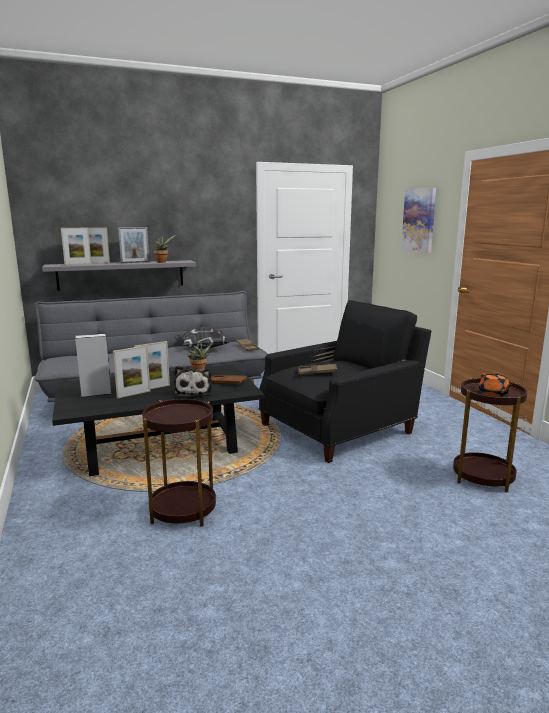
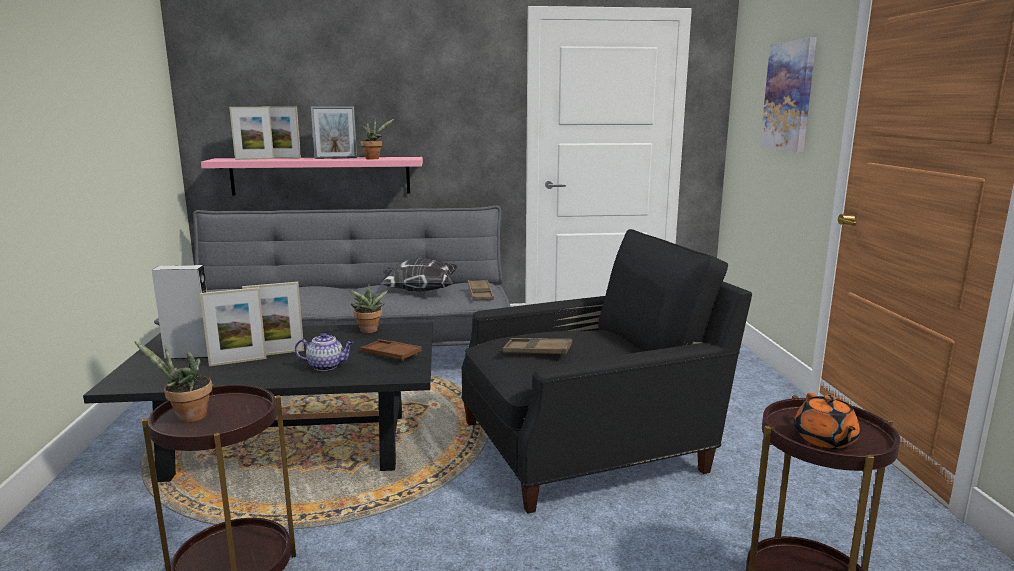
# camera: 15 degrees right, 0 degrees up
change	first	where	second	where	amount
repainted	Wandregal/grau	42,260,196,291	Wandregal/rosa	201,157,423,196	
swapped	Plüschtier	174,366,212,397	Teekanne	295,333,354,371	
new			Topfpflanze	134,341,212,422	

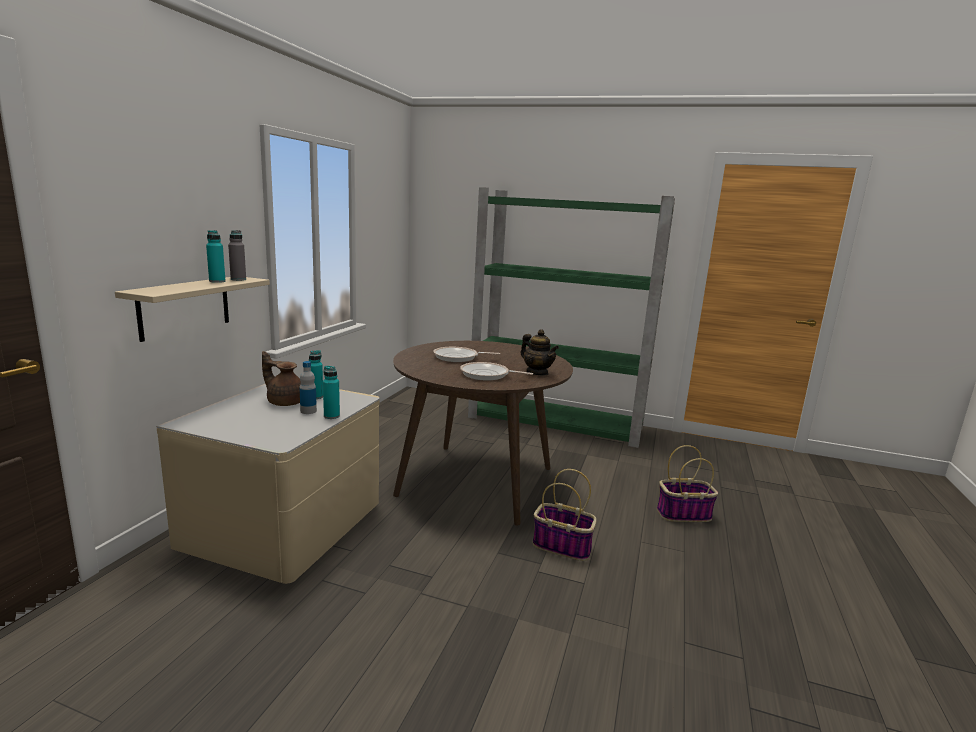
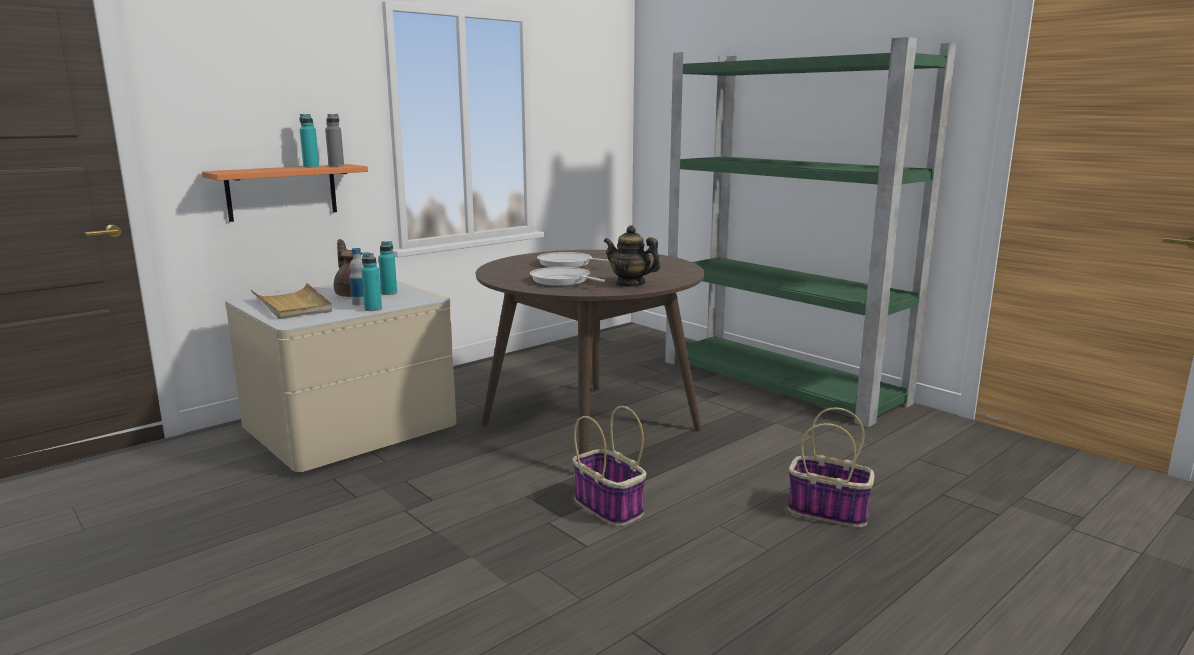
# camera: 30 degrees right, 0 degrees up
change	first	where	second	where	amount
repainted	Wandregal/beige	115,277,270,342	Wandregal/orange	202,164,368,222	
rotated	Teekanne	521,329,559,375		604,225,661,287	135 degrees clockwise
new			Tablett/beige	251,283,332,319	

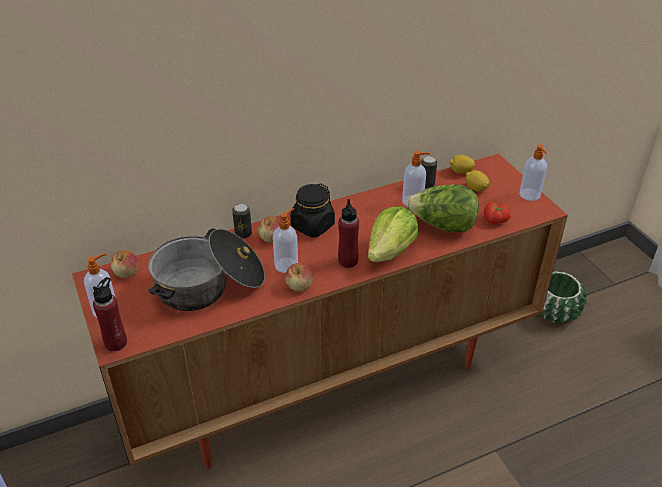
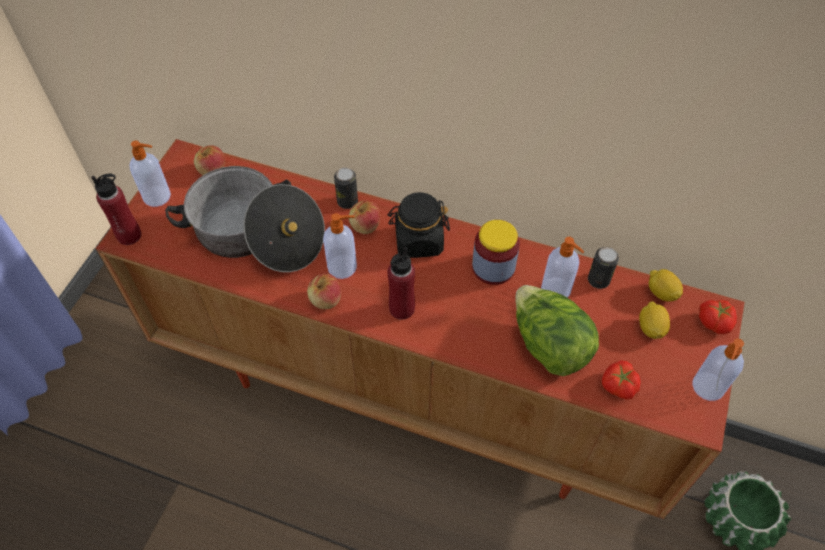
# camera: 45 degrees right, 15 degrees up
change	first	where	second	where	amount
gone	Salatkopf	368,207,419,262			
new			Vorratsglas	472,220,520,285	
new			Tomate	699,300,737,334	

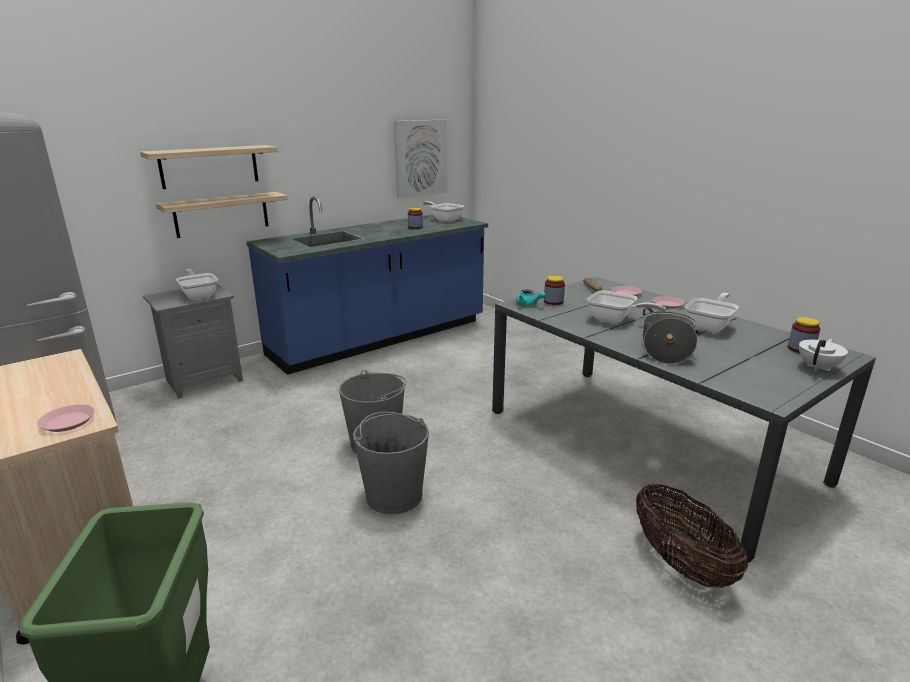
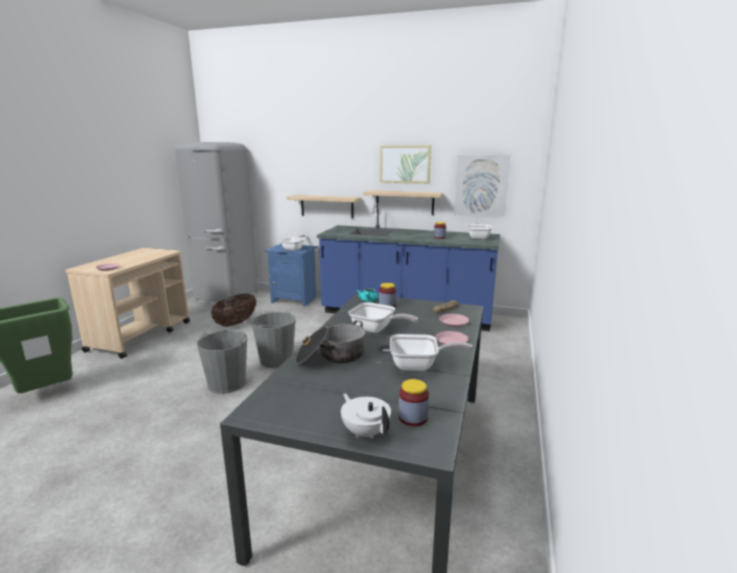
# camera: 55 degrees right, 5 degrees down
change	first	where	second	where	amount
shifted	Wandregal	140,145,278,189		363,190,443,215	
repainted	Nachttisch/grau	143,284,243,399	Nachttisch/blau	265,244,318,307	
rotated	Pfanne	587,290,666,323		348,302,418,333	60 degrees counterclockwise
rotated	Teekanne/weiß	799,338,848,371		341,393,391,439	135 degrees counterclockwise
shifted	Korb	636,484,748,589		211,294,256,327	
new			Bild	380,145,431,184	

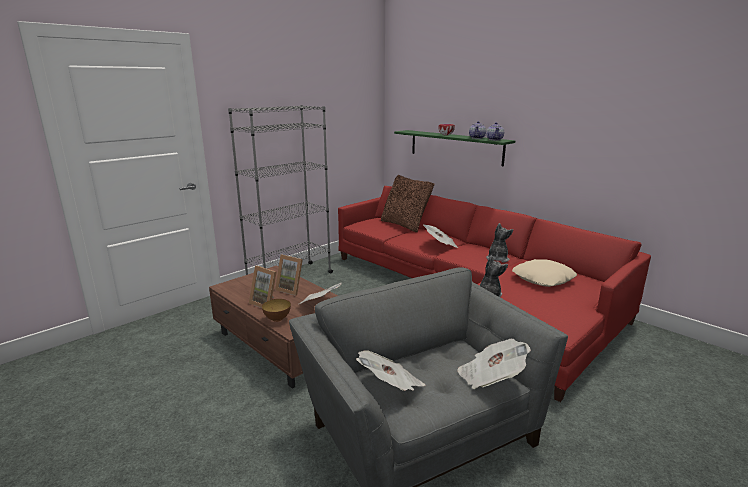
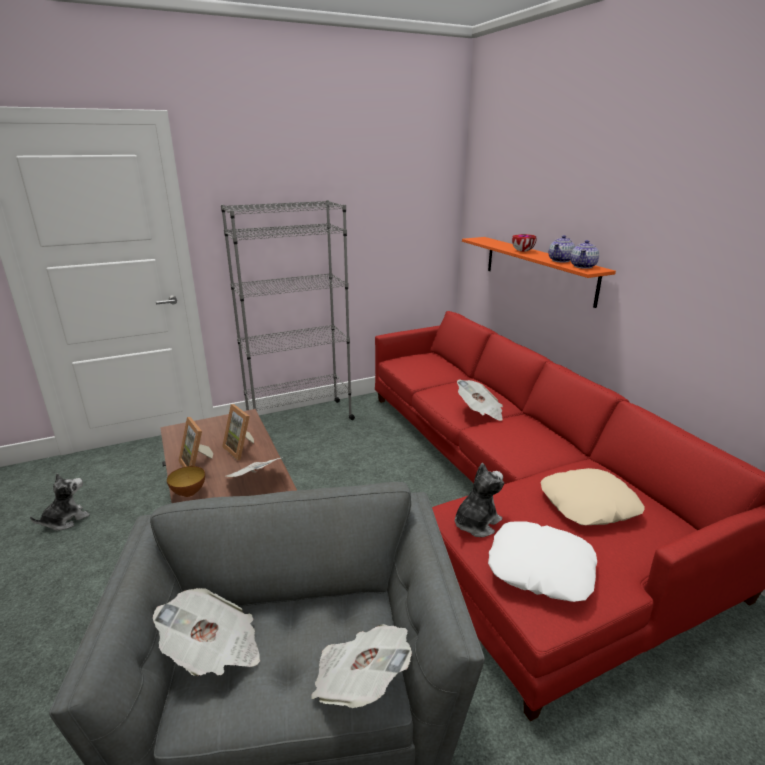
# camera: 20 degrees right, 5 degrees up
change	first	where	second	where	amount
repainted	Wandregal/grün	394,130,515,167	Wandregal/orange	462,237,616,308	
gone	Kissen/braun	381,175,435,232			
shifted	Plüschtier	486,223,513,263		30,473,90,531	
new			Kissen/weiß	488,521,597,602	

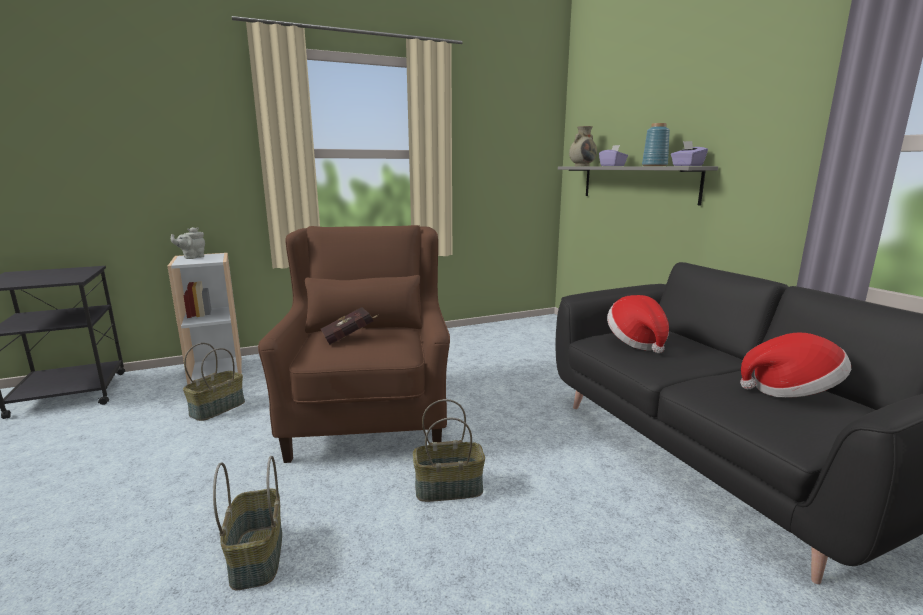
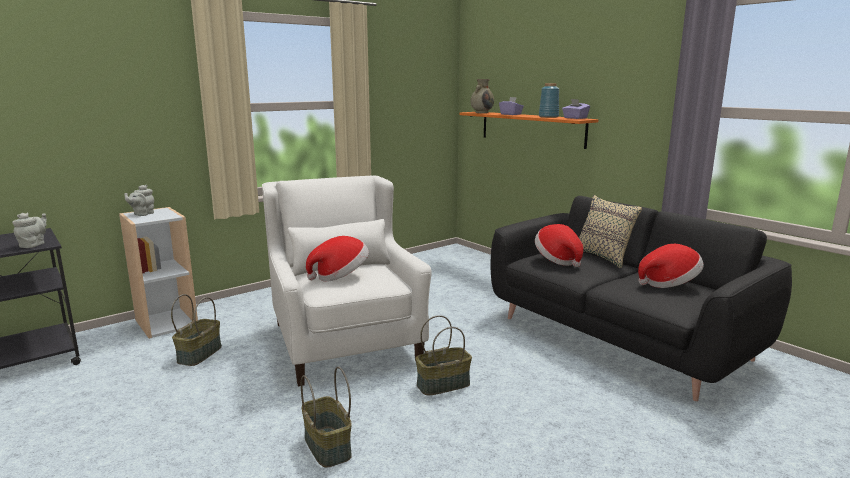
# camera: 15 degrees left, 0 degrees up
change	first	where	second	where	amount
repainted	Wandregal/grau	558,166,718,206	Wandregal/orange	460,112,598,149	
repainted	Sessel/braun	258,225,450,463	Sessel/weiß	262,176,432,386	
swapped	Buch/rot	321,307,378,345	Hut	306,236,369,282	
new			Kissen/beige	579,195,642,268	
new			Teekanne/grau	12,212,47,248	

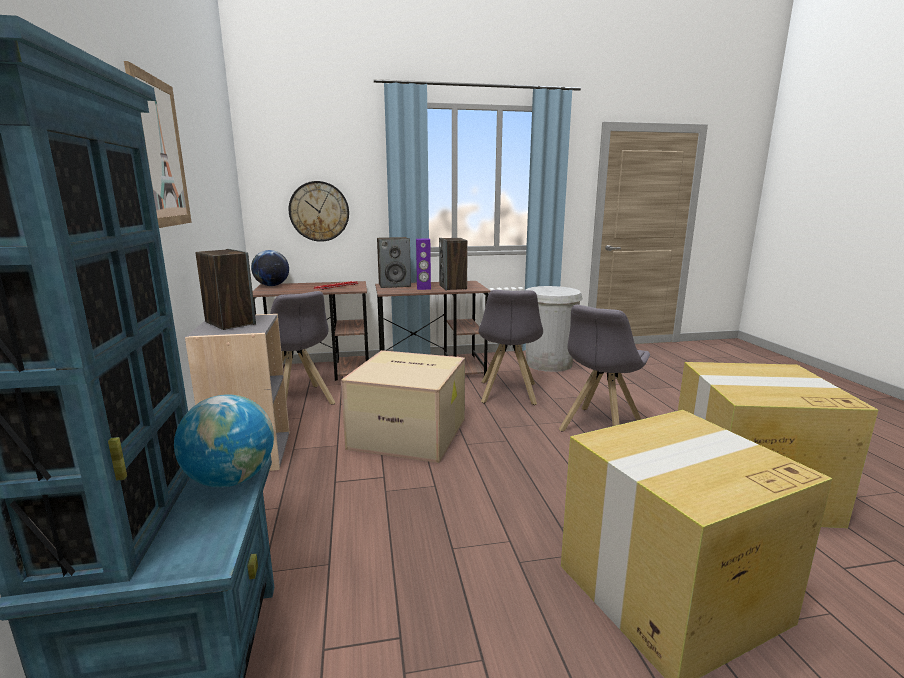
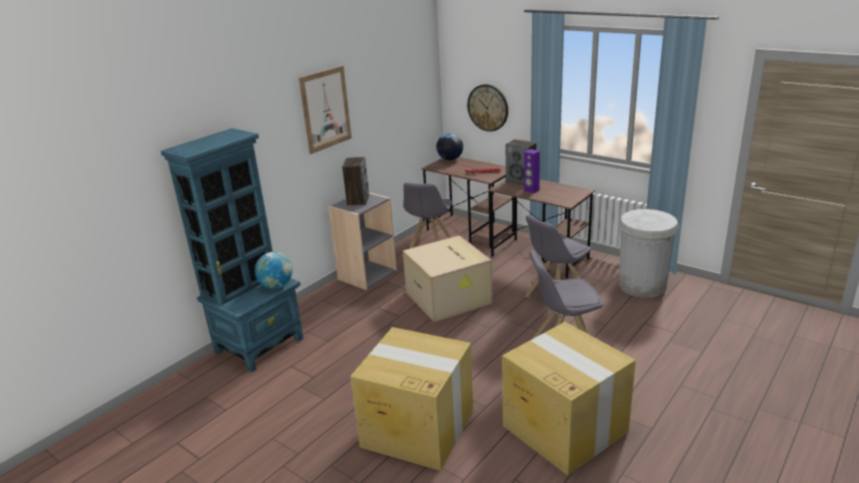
# camera: 50 degrees right, 10 degrees up
change	first	where	second	where	amount
gone	Lautsprecher	439,238,468,290			

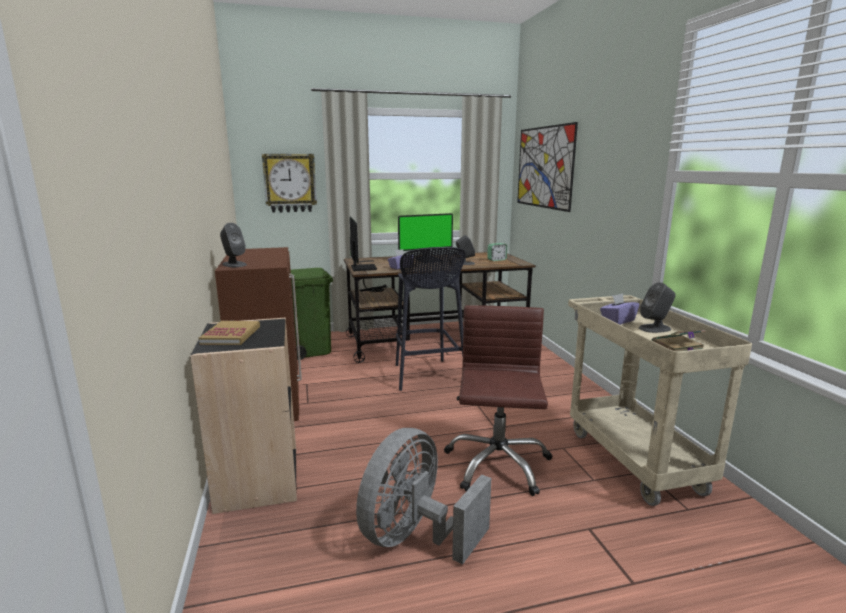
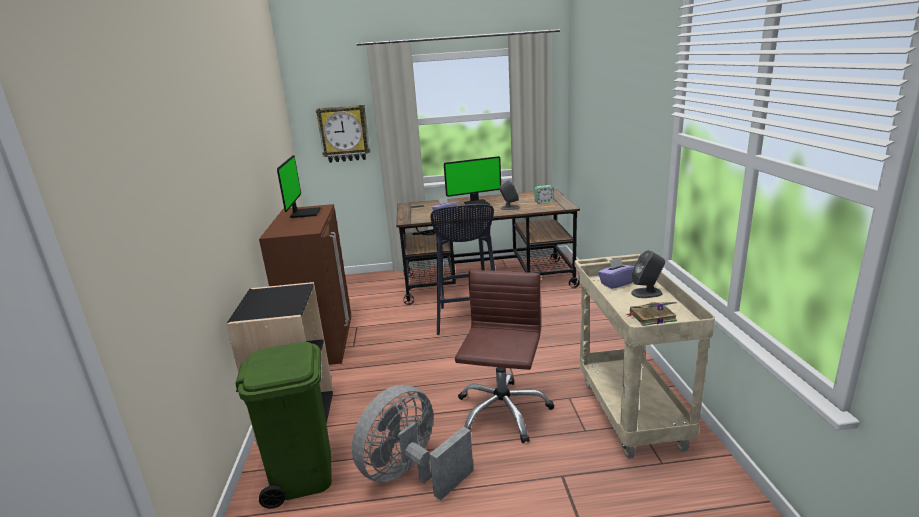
# camera: 10 degrees right, 5 degrees up
change	first	where	second	where	amount
gone	Bild	517,122,578,212			
shifted	Monitor	350,217,377,271		277,155,321,218	
gone	Lautsprecher/grau	220,223,247,267			
shifted	Mülleimer/grün	291,268,333,360		236,342,332,509	
gone	Buch	199,321,260,345			

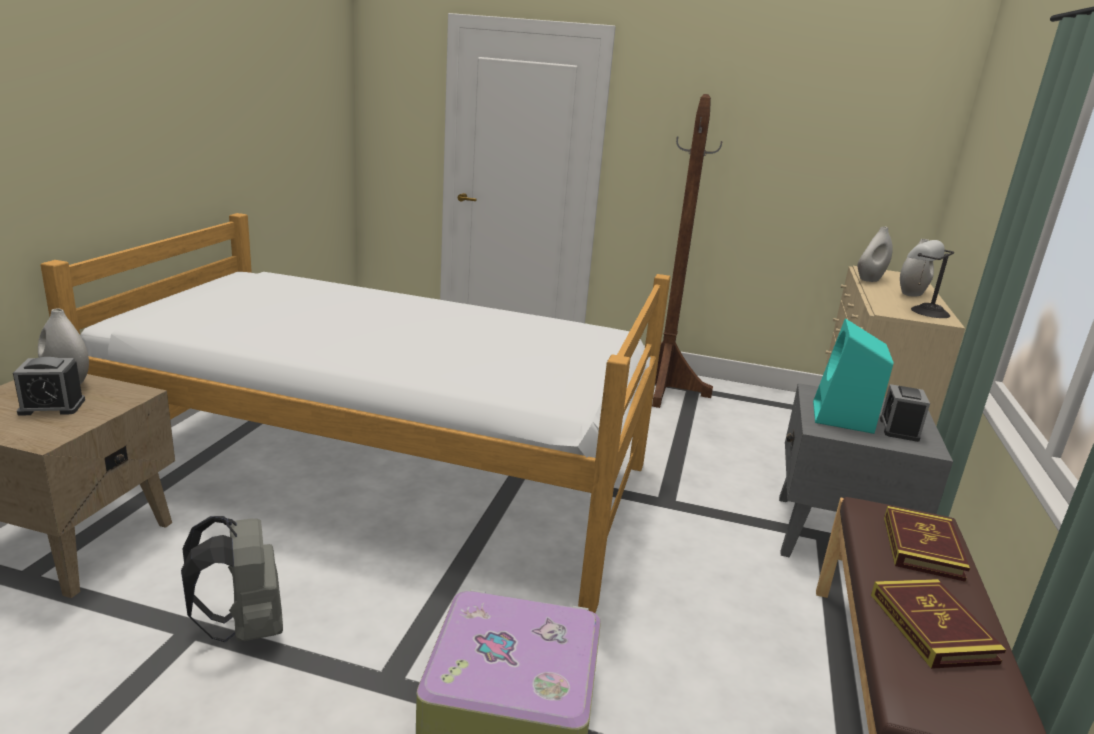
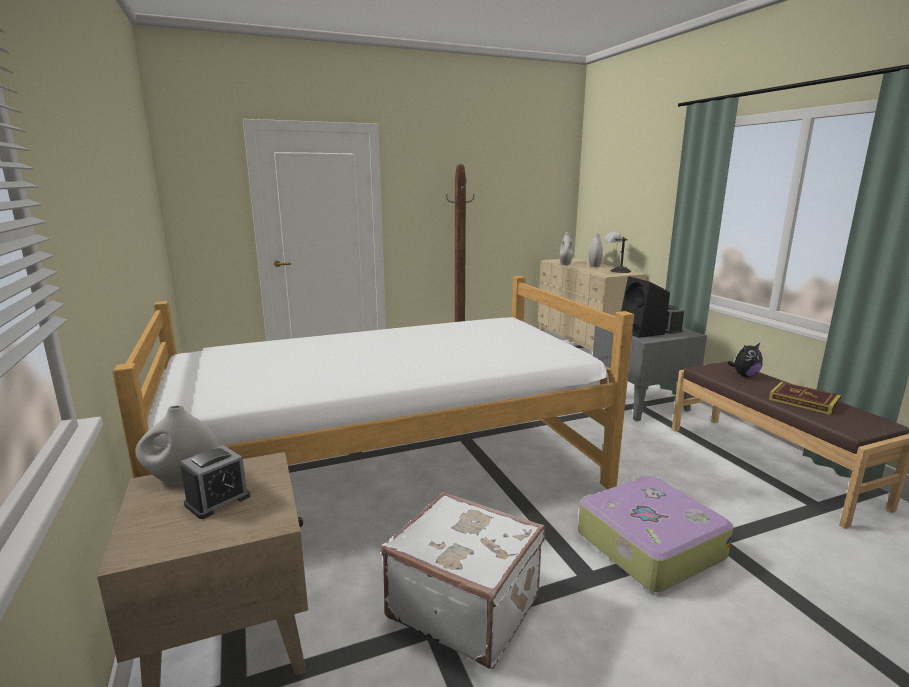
# camera: 35 degrees left, 5 degrees down
change	first	where	second	where	amount
repainted	Lautsprecher/türkis	813,318,893,434	Lautsprecher/schwarz	621,276,670,338	
swapped	Buch	884,506,970,582	Plüschtier	728,343,763,377	
swapped	Rucksack/grau	181,516,283,642	Koffer/weiß	381,492,545,669	

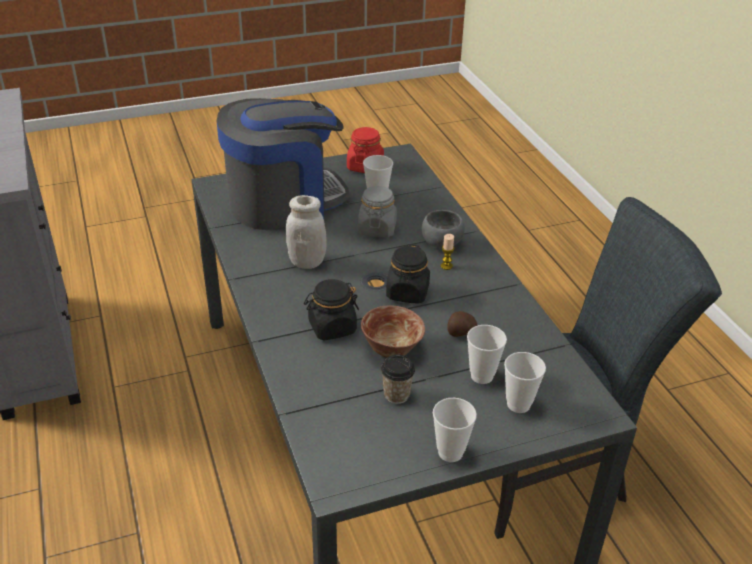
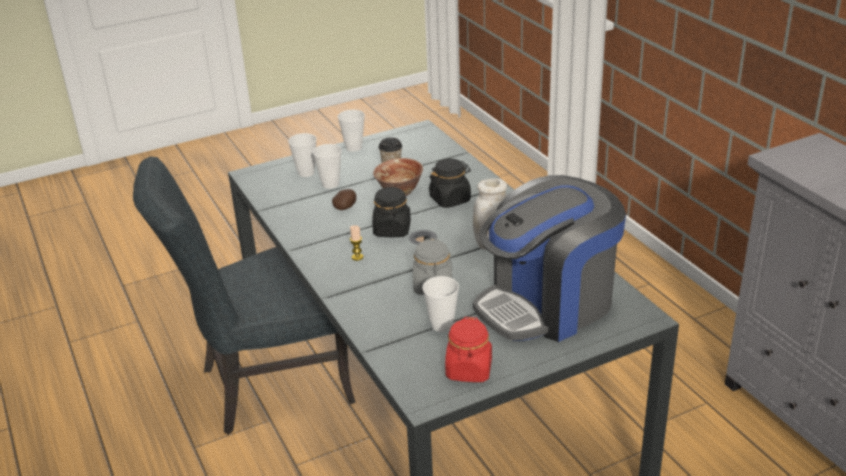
# camera: 175 degrees right, 5 degrees down
change	first	where	second	where	amount
gone	Schüssel/grau	422,210,465,248			

